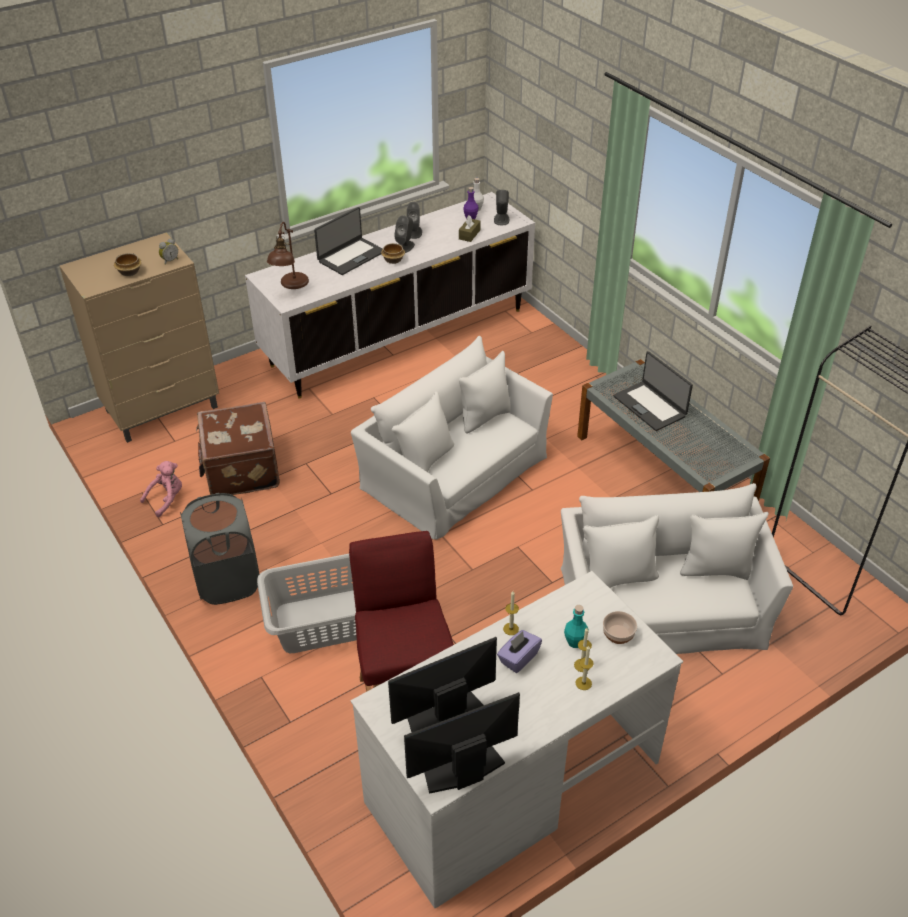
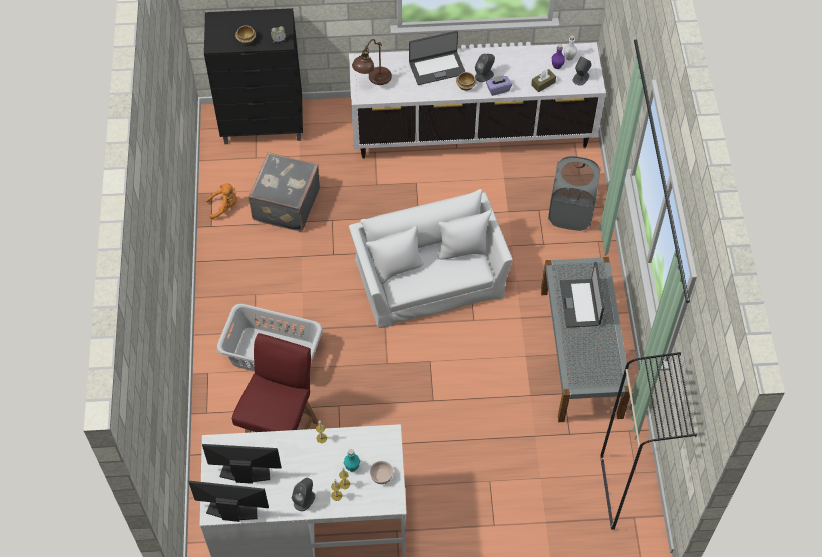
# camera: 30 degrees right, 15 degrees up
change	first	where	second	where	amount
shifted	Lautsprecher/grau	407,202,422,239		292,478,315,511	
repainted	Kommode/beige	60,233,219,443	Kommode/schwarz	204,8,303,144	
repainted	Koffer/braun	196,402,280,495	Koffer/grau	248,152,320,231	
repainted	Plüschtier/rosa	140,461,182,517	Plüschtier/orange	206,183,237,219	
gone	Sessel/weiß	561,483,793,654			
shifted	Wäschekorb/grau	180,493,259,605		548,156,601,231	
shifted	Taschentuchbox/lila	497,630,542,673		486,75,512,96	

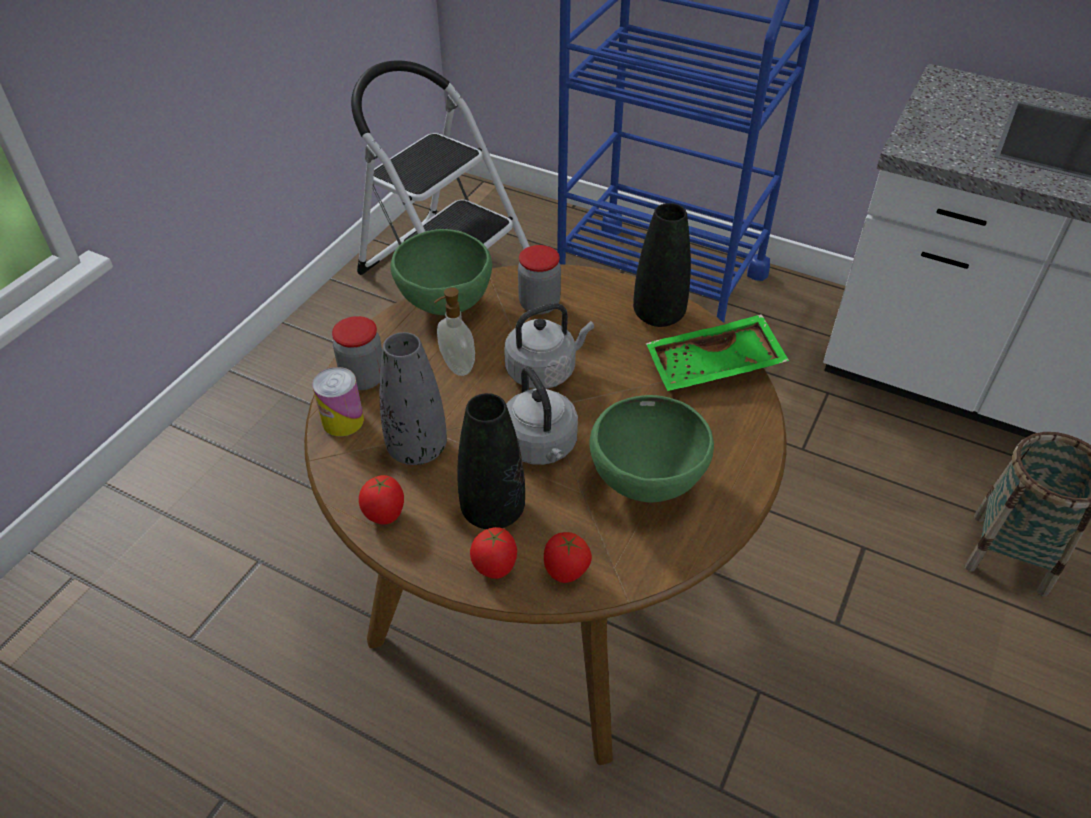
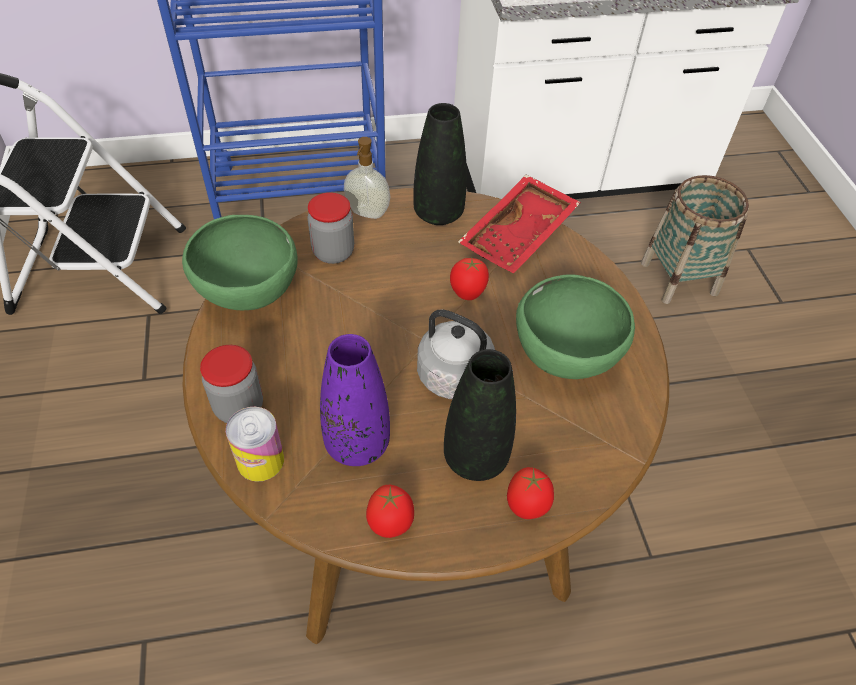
# camera: 40 degrees left, 5 degrees up
change	first	where	second	where	amount
shifted	Seifenspender	434,287,475,376		344,137,390,219	
gone	Wasserkessel/grau	504,303,594,389			
repainted	Tablett/grün	646,314,789,391	Tablett/rot	458,175,581,274	
repainted	Vase/grau	380,332,447,465	Vase/lila	320,334,390,466	
shifted	Tomate	544,532,592,583		450,258,489,300	

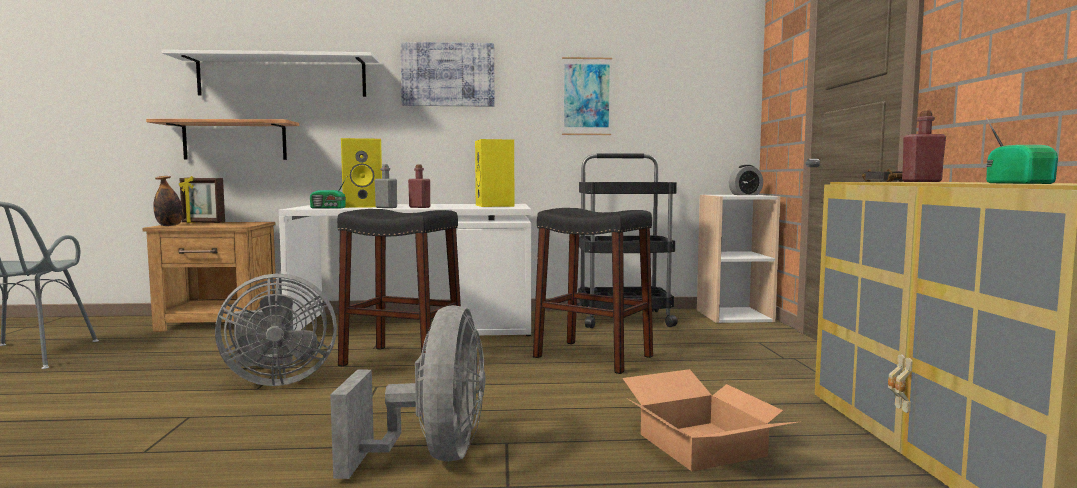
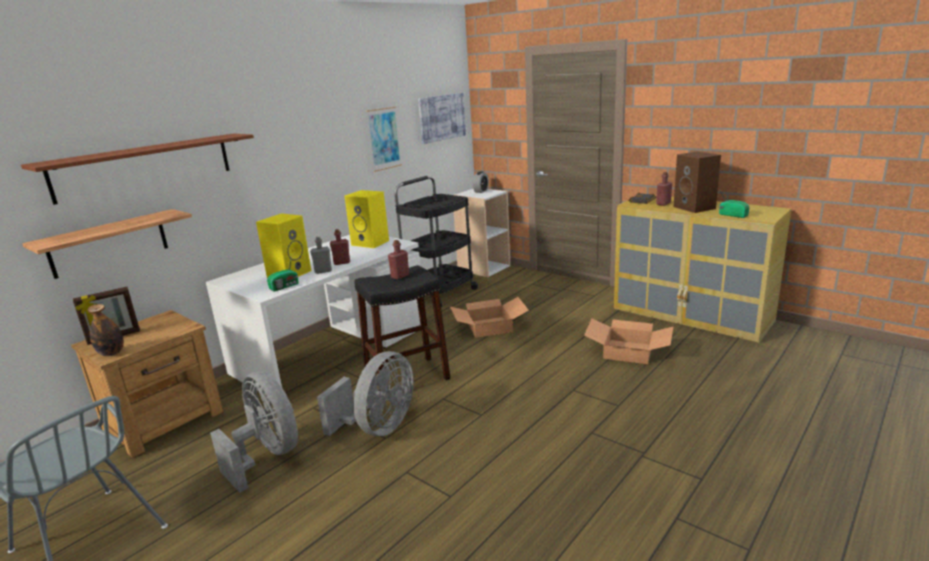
# camera: 45 degrees left, 15 degrees up
change	first	where	second	where	amount
shifted	Bild	400,42,495,106		418,93,466,144	
repainted	Wandregal/weiß	162,50,379,97	Wandregal/braun	21,133,254,205	
swapped	Hocker/schwarz	533,208,653,374	Karton	450,297,529,338	
shifted	Ventilator/grau	330,305,485,479		210,370,298,493	
new			Lautsprecher/braun	673,151,721,213	
new			Flasche/rot	388,240,409,280	

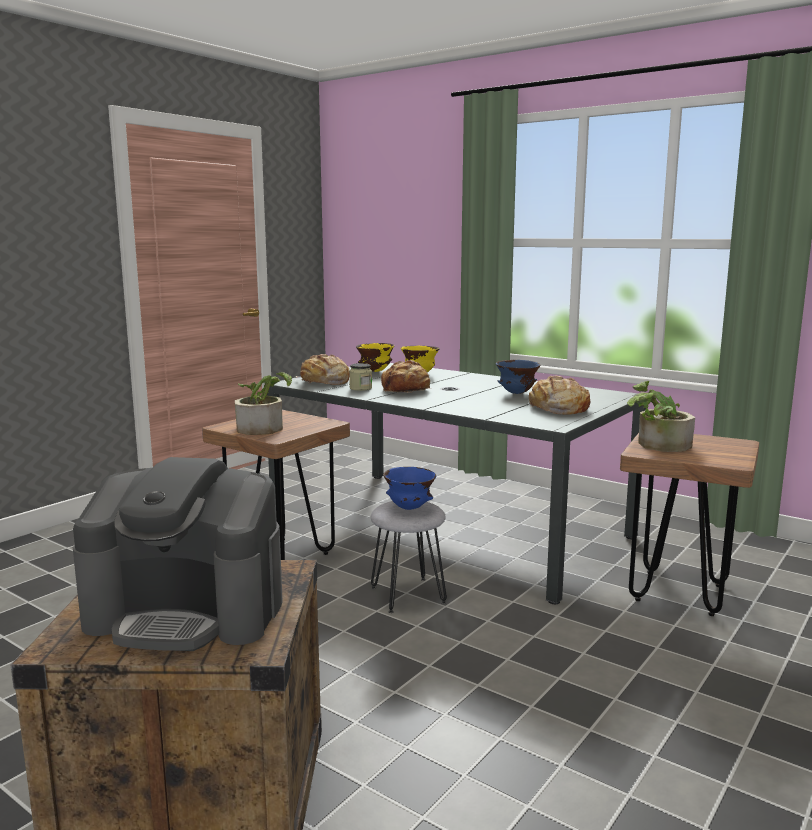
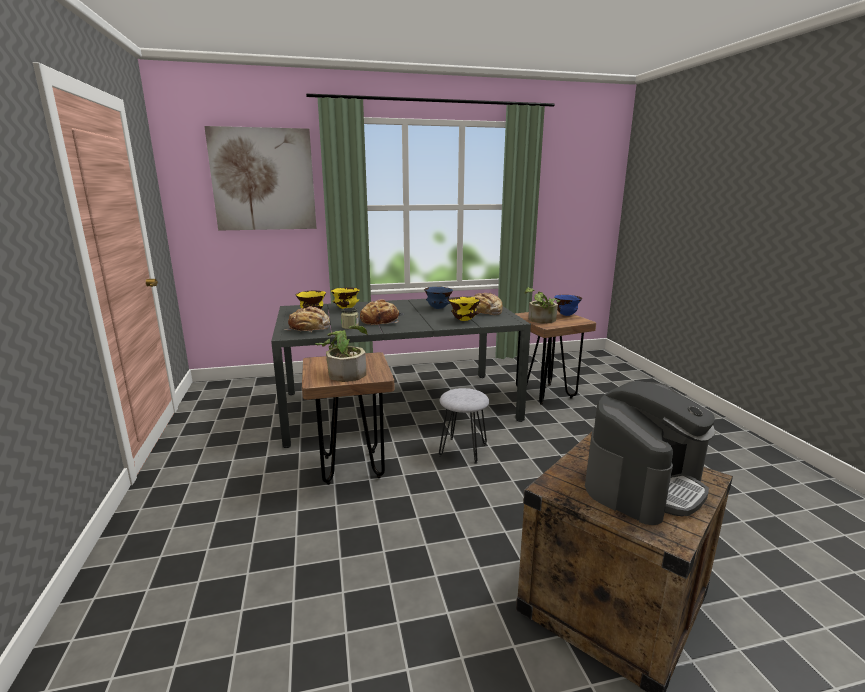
# camera: 50 degrees left, 5 degrees up
change	first	where	second	where	amount
shifted	Schüssel/blau	383,467,436,510		554,295,582,316	
new			Bild	204,126,317,231	
new			Schüssel/gelb	449,297,481,321	

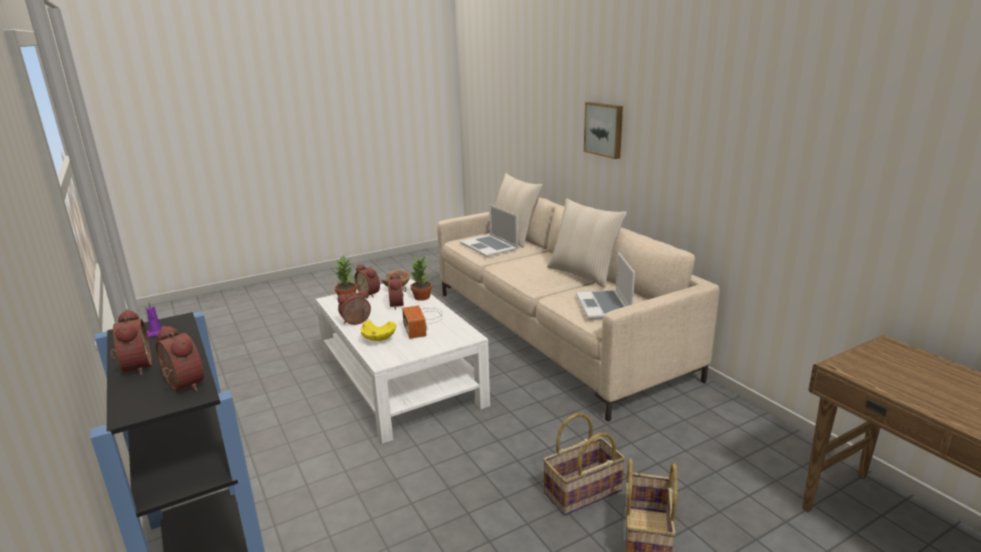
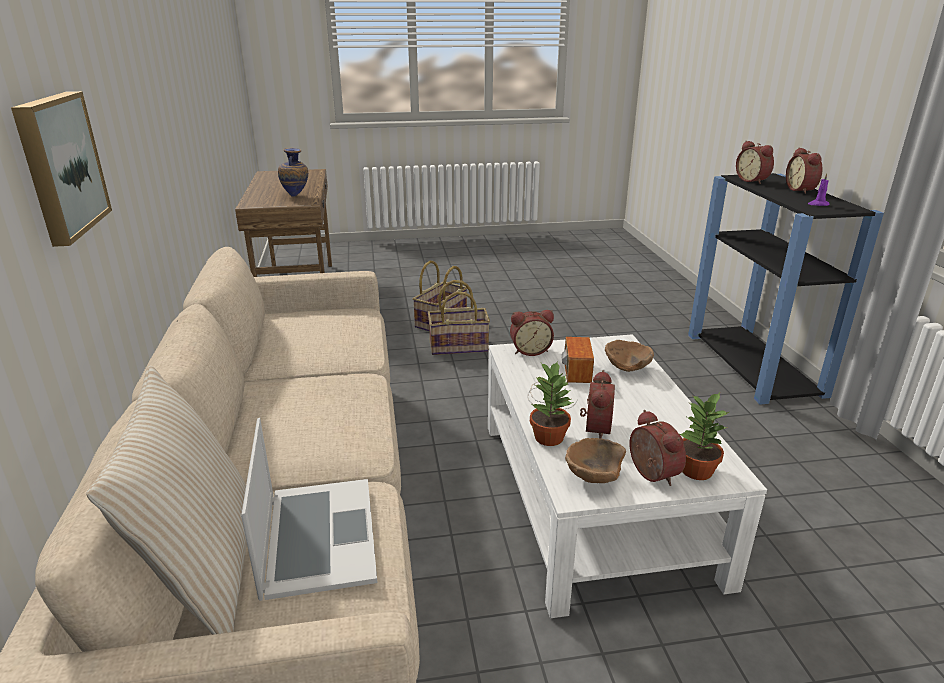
# camera: 160 degrees left, 5 degrees up
change	first	where	second	where	amount
gone	Kissen/beige	547,198,627,288			
gone	Laptop	576,252,635,319			
shifted	Wecker	338,289,371,325		510,310,554,356	
repainted	Schüssel/gelb	361,320,396,341	Schüssel/braun	605,340,654,372	
new			Vase	278,148,308,197	

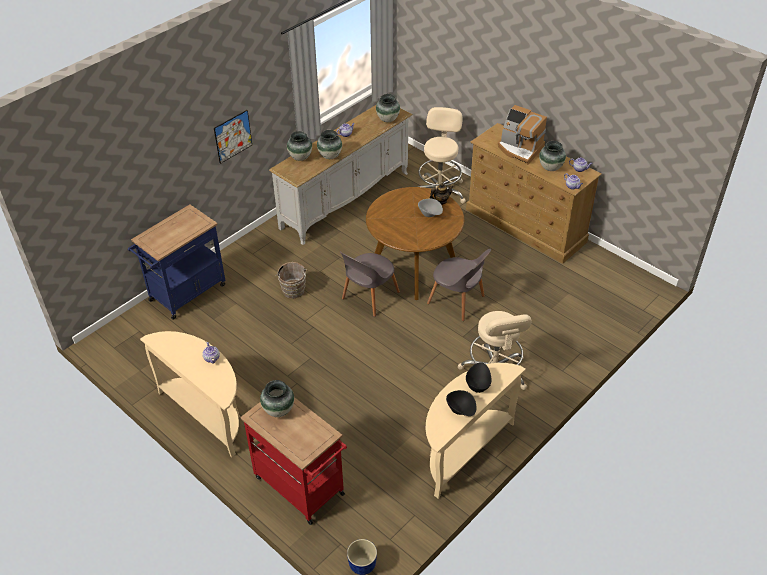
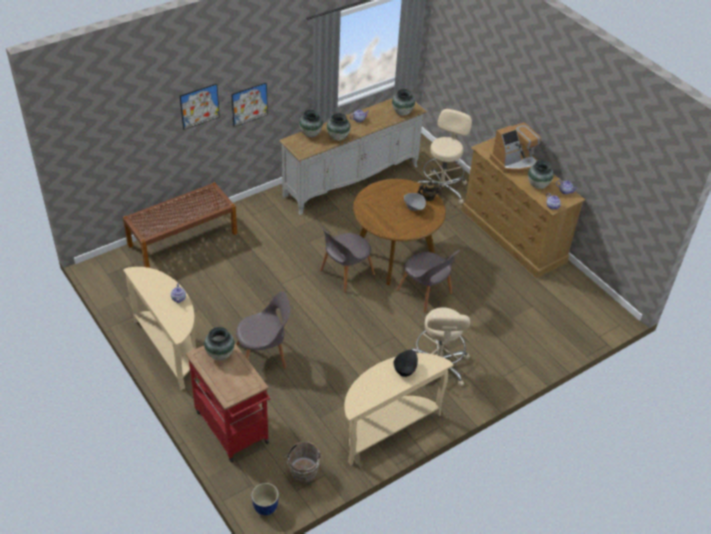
# camera: 10 degrees right, 0 degrees up
change	first	where	second	where	amount
rotated	Kaffeemaschine	498,105,547,165		490,122,541,173	75 degrees counterclockwise
swapped	Rollwagen/blau	128,204,226,320	Bank/braun	123,182,237,268	
shifted	Eimer/braun	276,262,307,298		285,441,322,483	
gone	Schüssel/schwarz	446,390,477,416			
new			Bild	180,83,220,130	
new			Stuhl/grau	236,292,290,369	

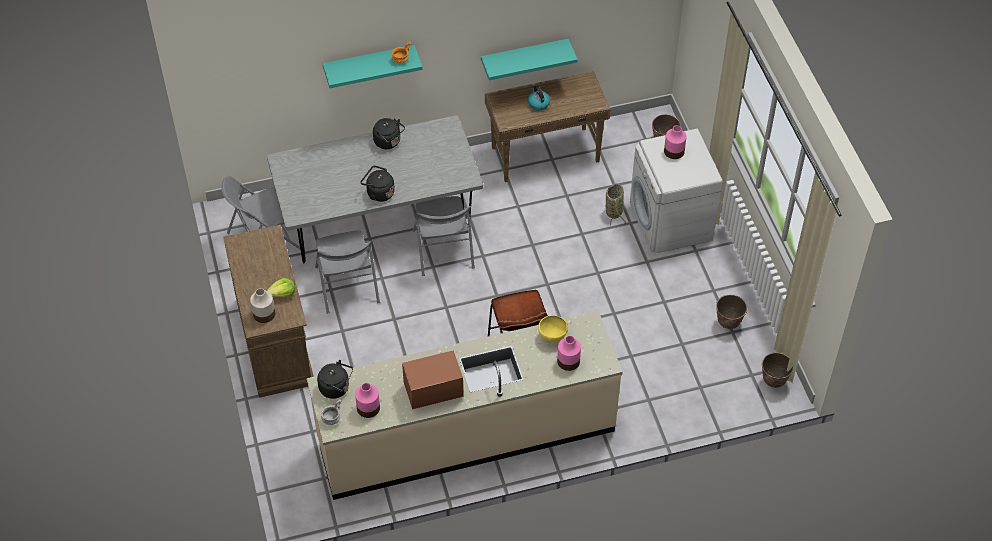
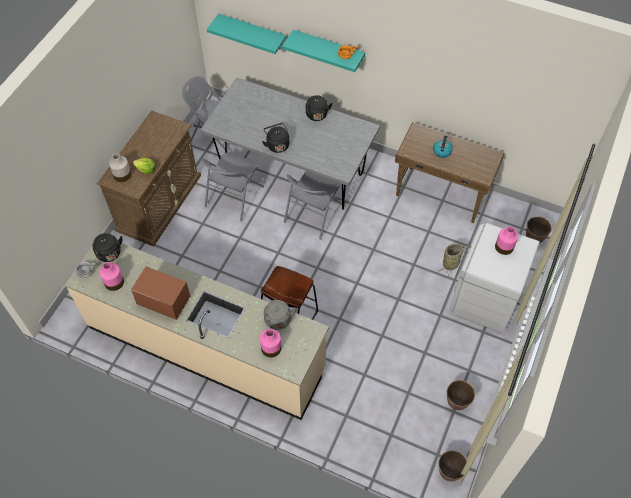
# camera: 40 degrees right, 5 degrees up
change	first	where	second	where	amount
shifted	Wandregal/türkis	481,39,578,80		207,14,286,54	
swapped	Schüssel/gelb	538,315,568,342	Wasserkessel/grau	264,300,296,330	

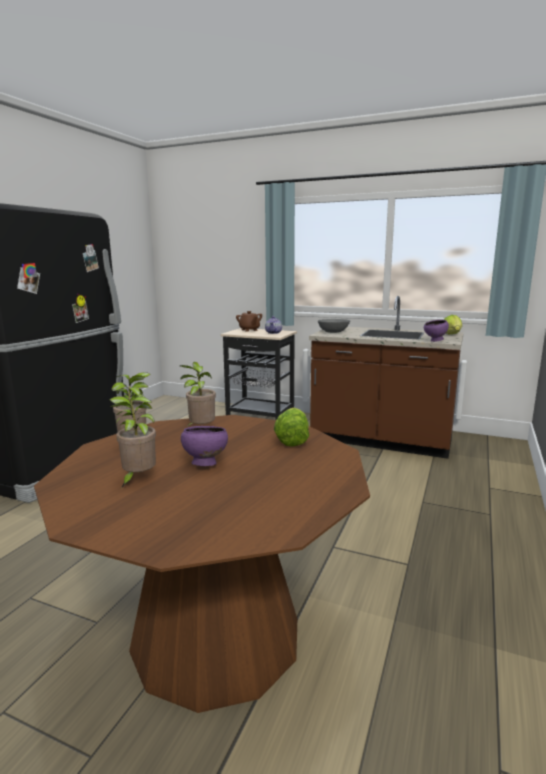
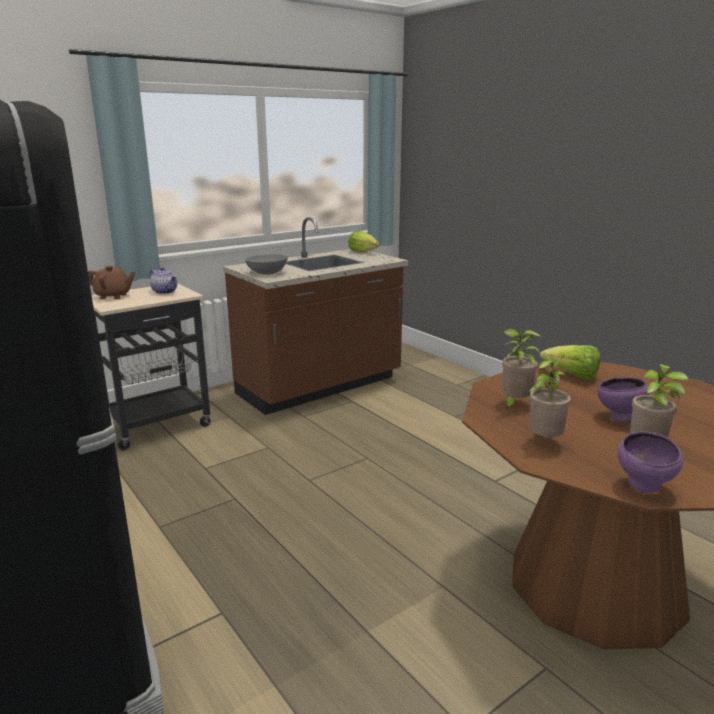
# camera: 60 degrees left, 5 degrees up
change	first	where	second	where	amount
shifted	Schüssel/lila	424,320,449,342		618,431,684,493	

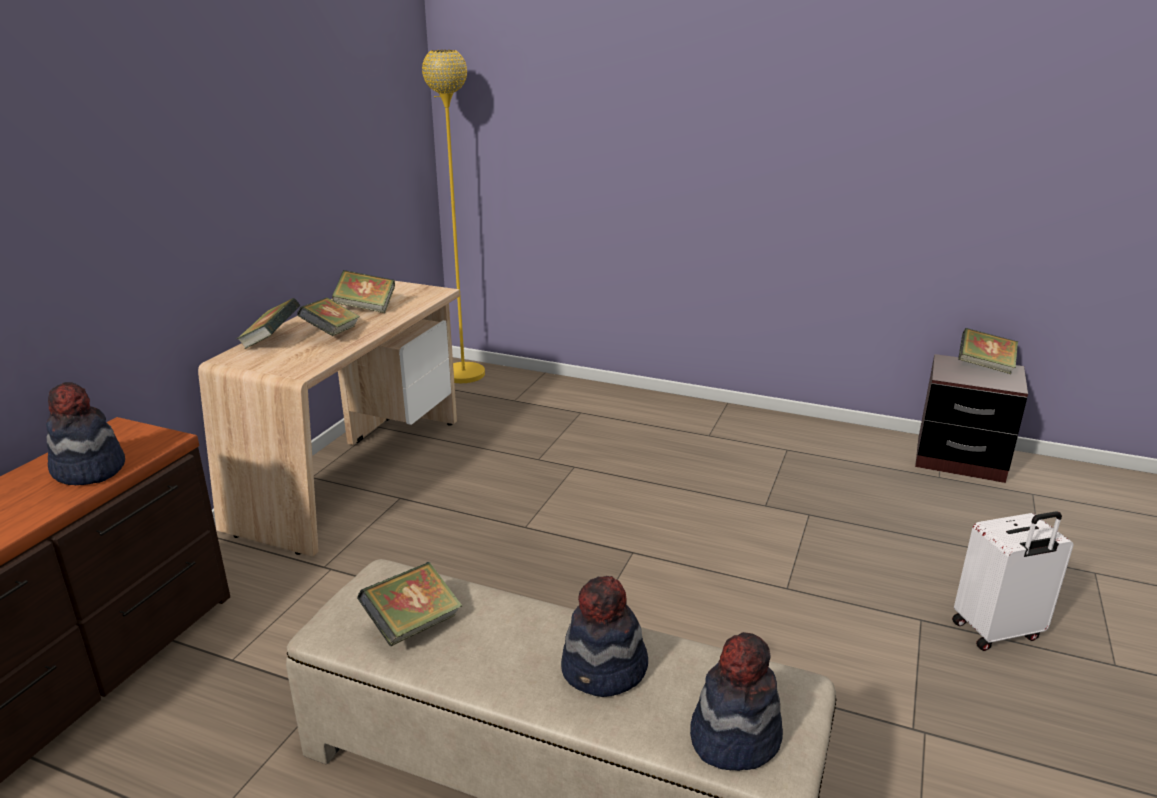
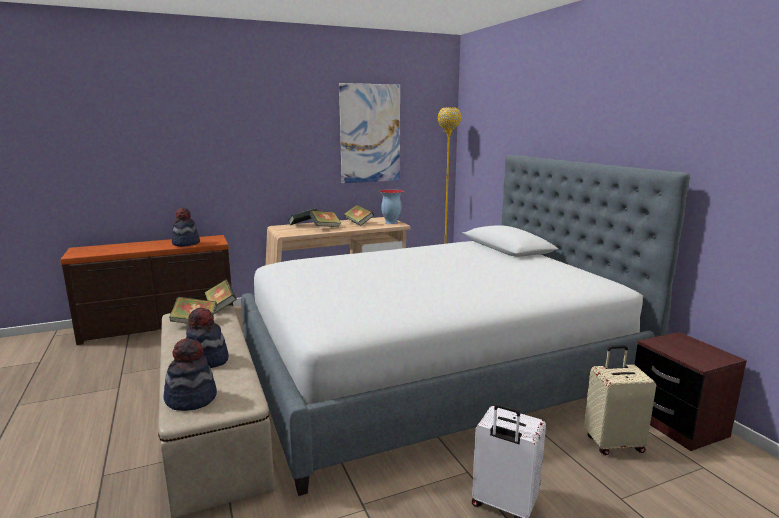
# camera: 45 degrees right, 10 degrees down
change	first	where	second	where	amount
shifted	Buch	958,328,1018,374		205,280,237,314	
new			Bild	339,83,400,183	
new			Bett	241,154,690,496	
new			Vase	379,190,404,224	
new			Koffer/beige	584,345,656,455	

